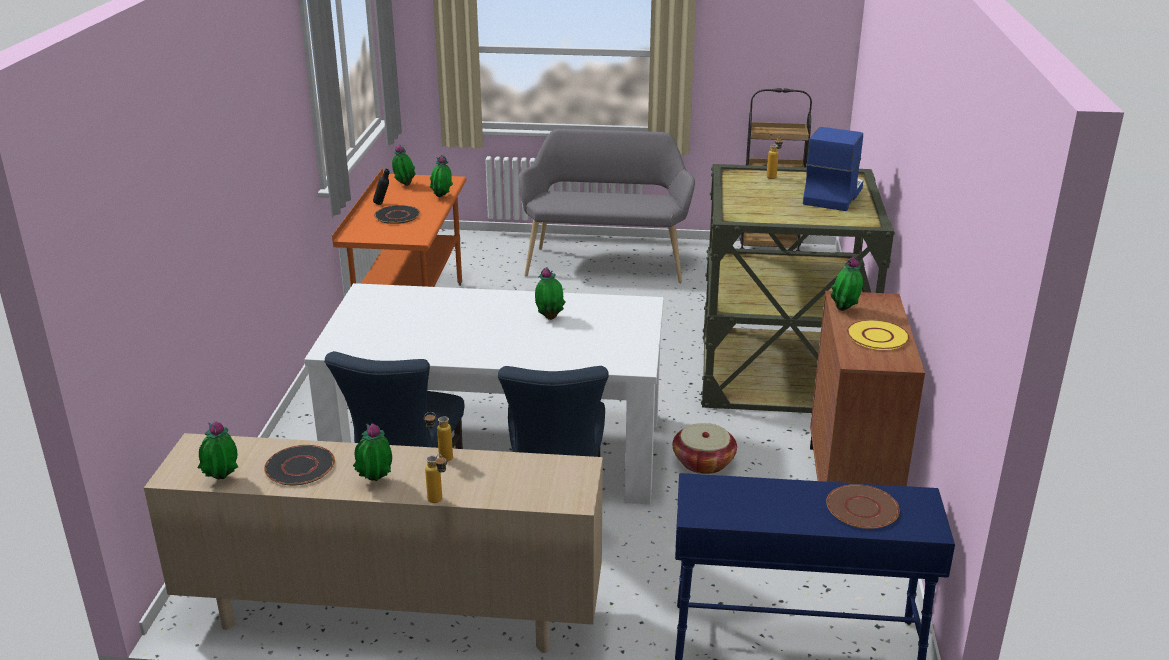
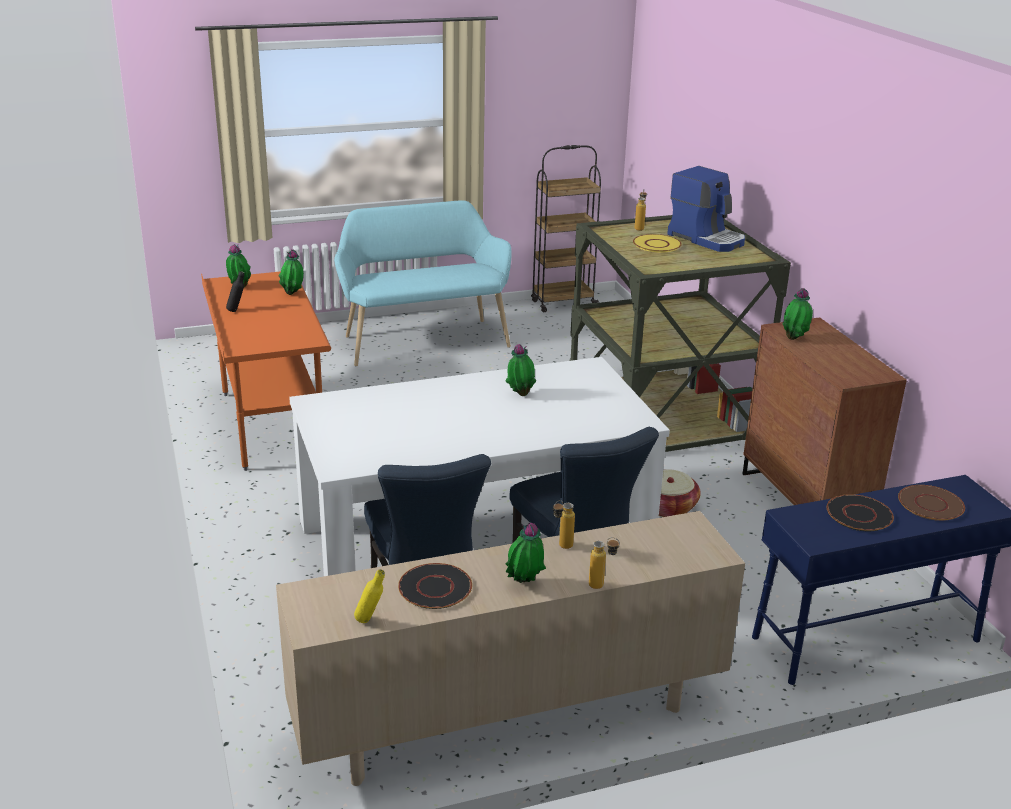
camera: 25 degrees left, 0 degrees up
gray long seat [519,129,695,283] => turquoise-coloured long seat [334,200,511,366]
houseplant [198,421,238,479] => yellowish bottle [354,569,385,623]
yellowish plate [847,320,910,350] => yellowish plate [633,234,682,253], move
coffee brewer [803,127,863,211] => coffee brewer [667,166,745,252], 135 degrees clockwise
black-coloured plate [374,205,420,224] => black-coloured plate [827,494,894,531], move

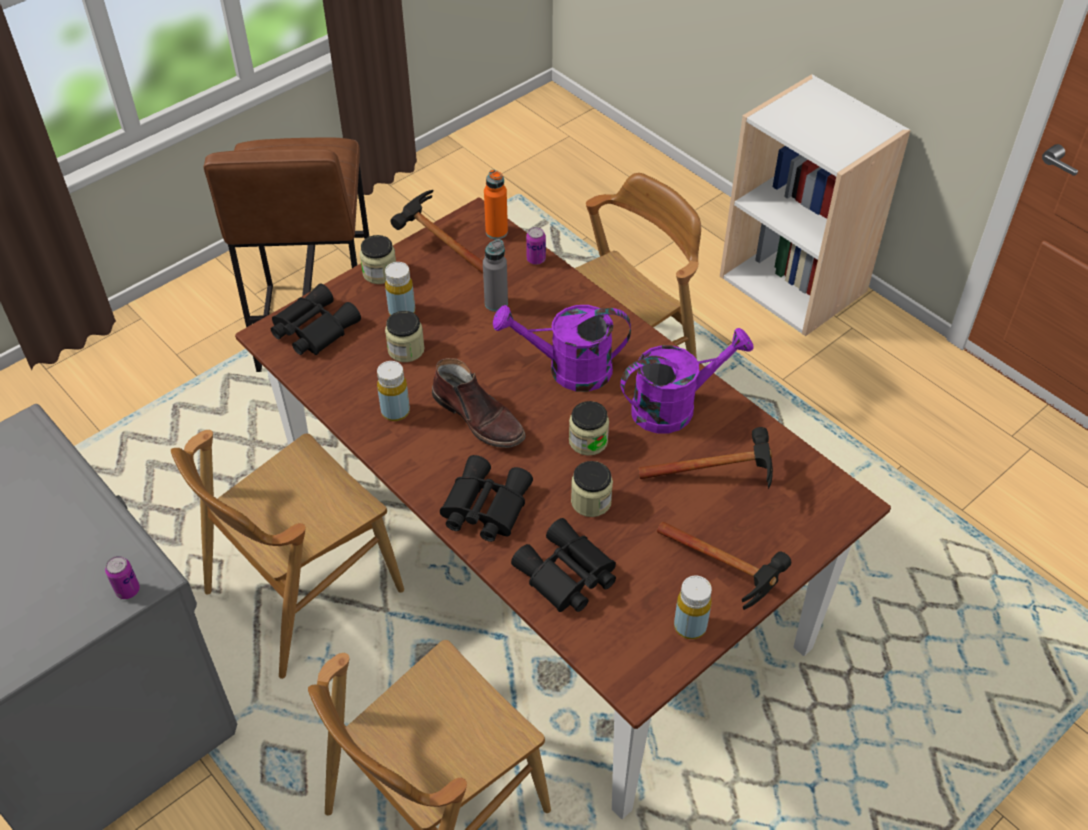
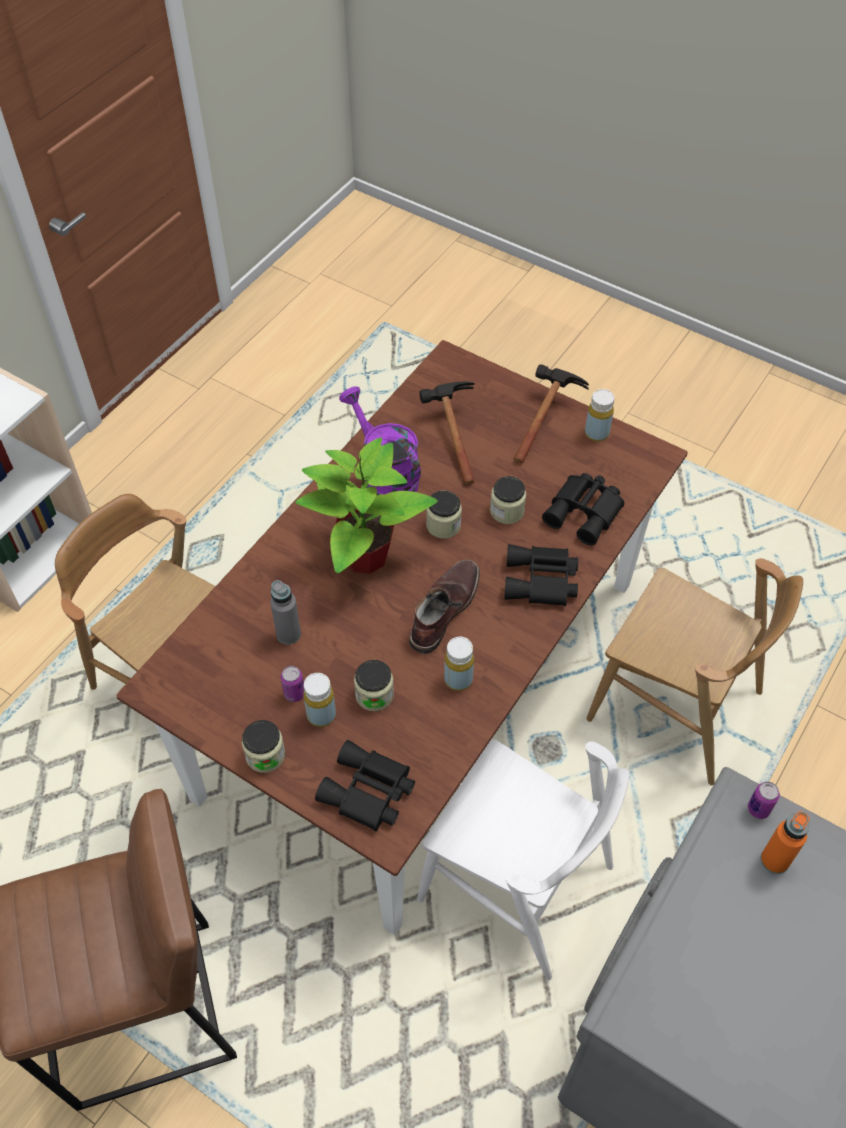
camera: 105 degrees left, 5 degrees up
can [526,227,546,265] => can [281,666,304,702], move
purple-coloured sprinkling can [493,305,631,392] => houseplant [295,437,438,574]
brown upright chair [171,430,404,679] => white upright chair [417,739,630,980]
orangey bottle [484,169,508,239] => orangey bottle [761,811,810,874], move
hammer [391,190,483,274] => nothing

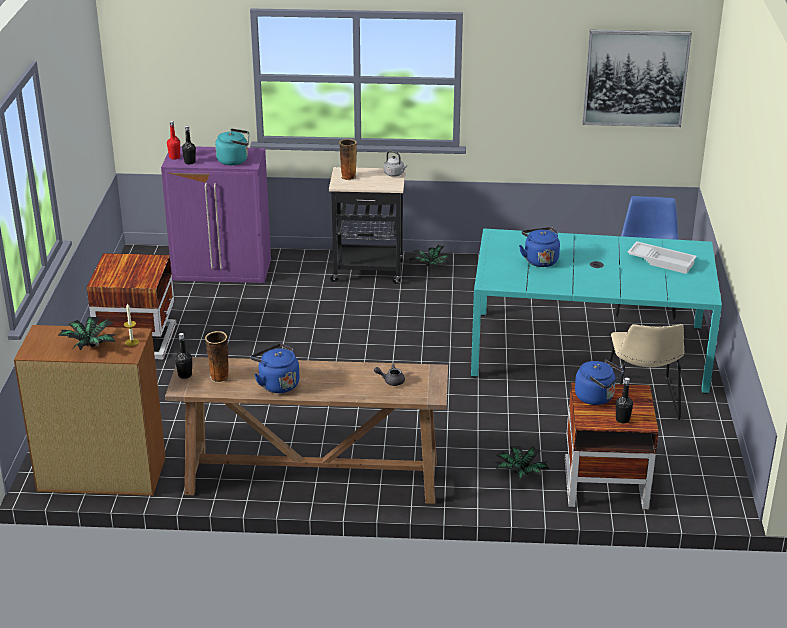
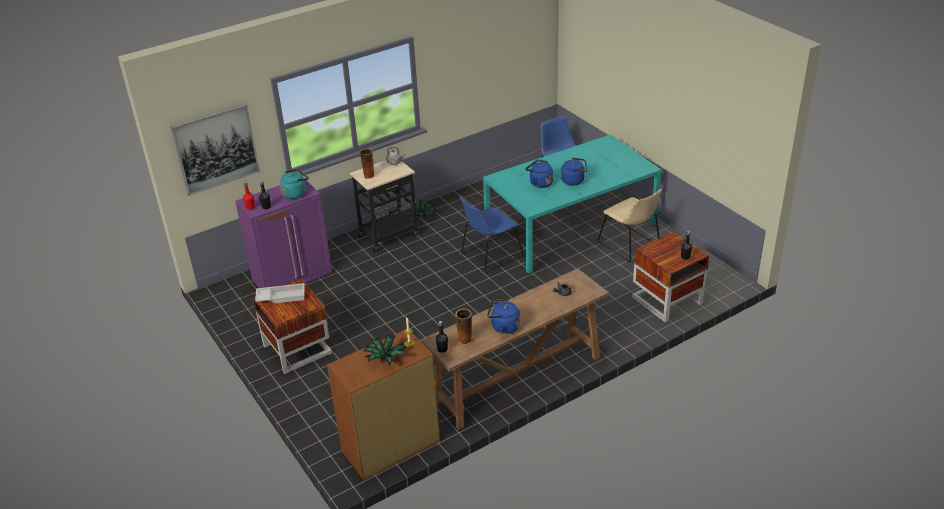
camera: 35 degrees left, 5 degrees up
wall picture [582,30,692,127] => wall picture [170,103,260,196], move
white carrying tray [627,241,697,274] => white carrying tray [255,283,305,303], move
nothing => blue-coloured upright chair [460,196,523,273]
blue-coloured water kettle [575,359,624,405] => blue-coloured water kettle [561,158,587,186], move
houseplant [494,446,550,481] => nothing

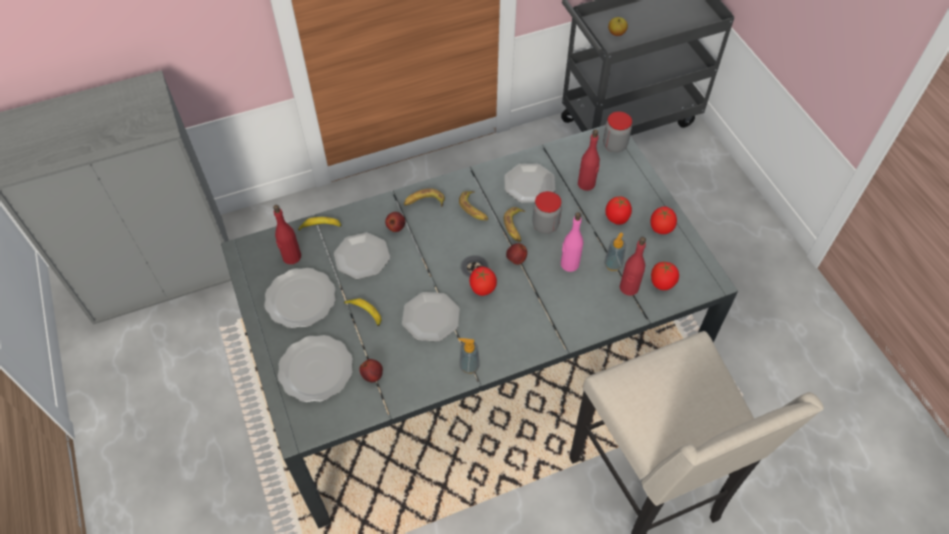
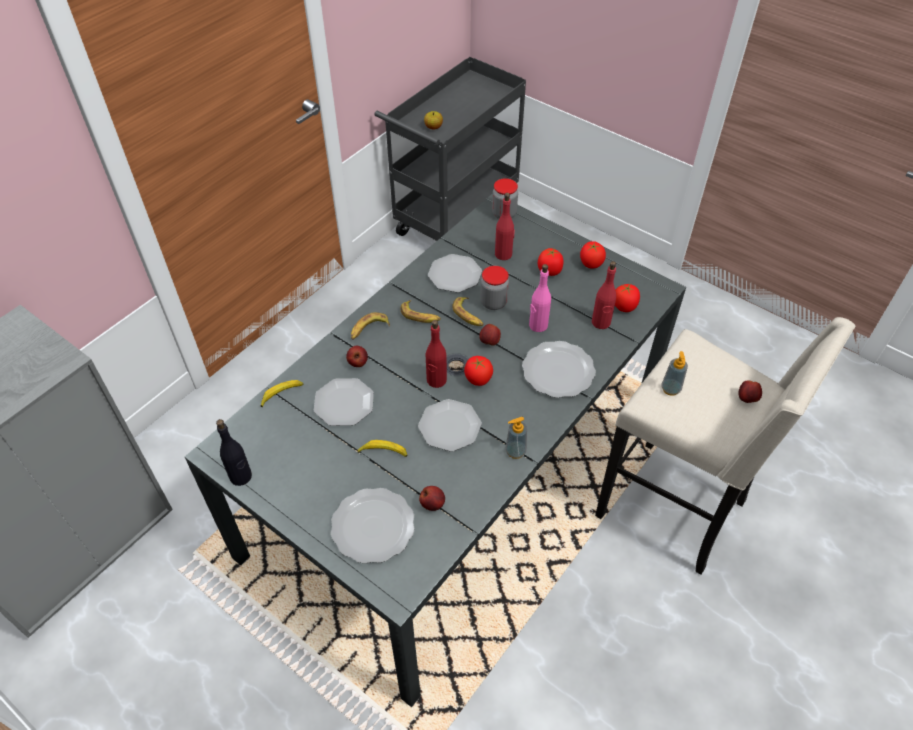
camera: 30 degrees left, 5 degrees down
nothing => black-coloured bottle [216,419,252,486]
reddish bottle [273,205,301,264] => reddish bottle [426,320,447,388], move
plate [264,268,336,328] => plate [522,341,596,398], move
liquid soap bottle [604,233,626,271] => liquid soap bottle [661,351,688,396], move
nothing => whole apple [738,380,762,403]

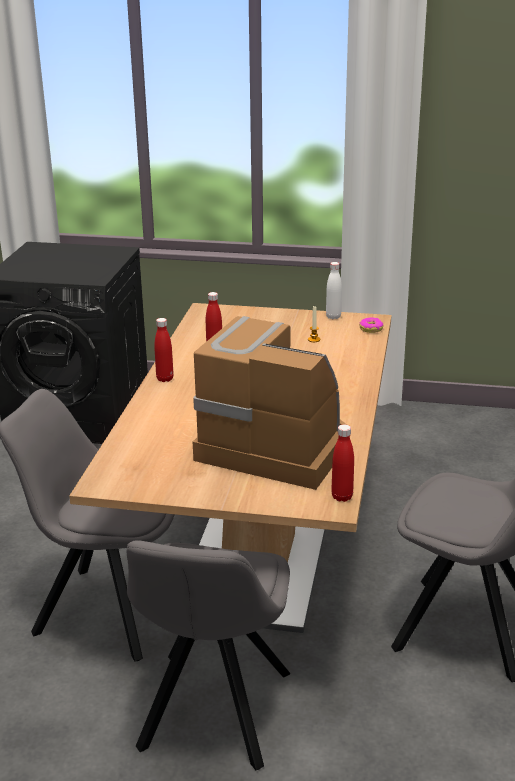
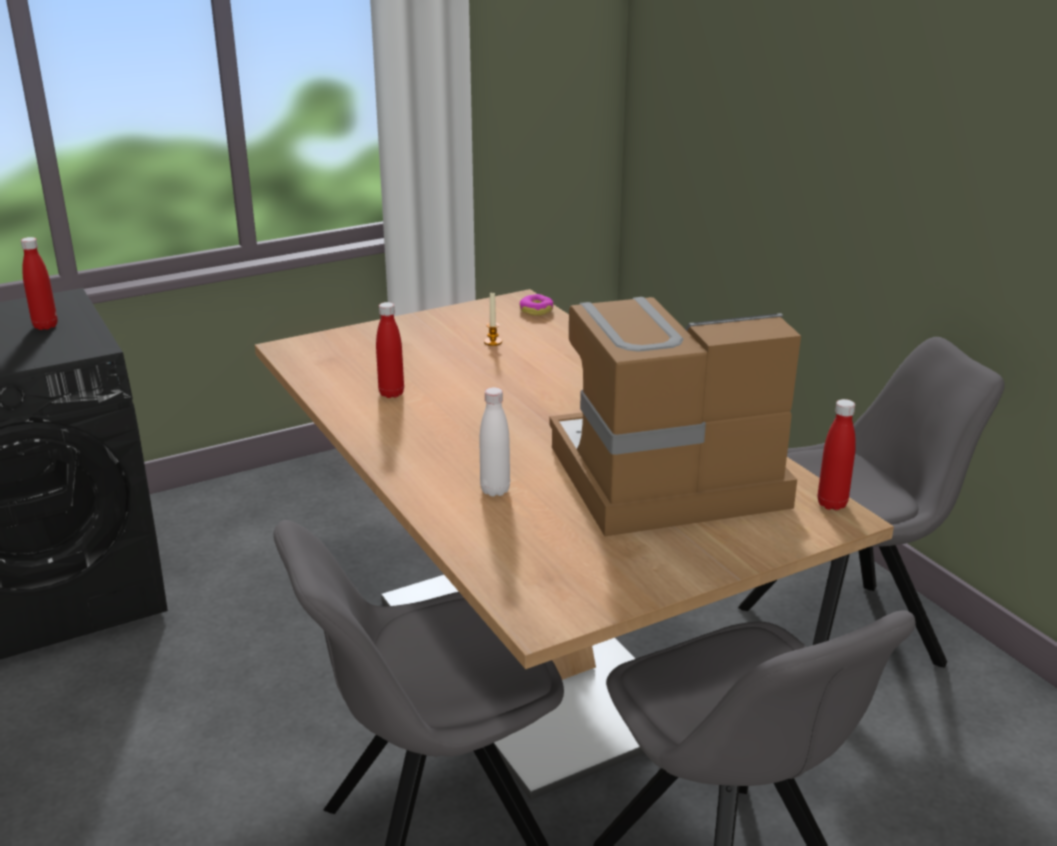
camera: 40 degrees left, 0 degrees up
reddish bottle [154,318,174,382] => reddish bottle [21,237,58,330], move
white bottle [326,262,342,319] => white bottle [479,387,510,496], move

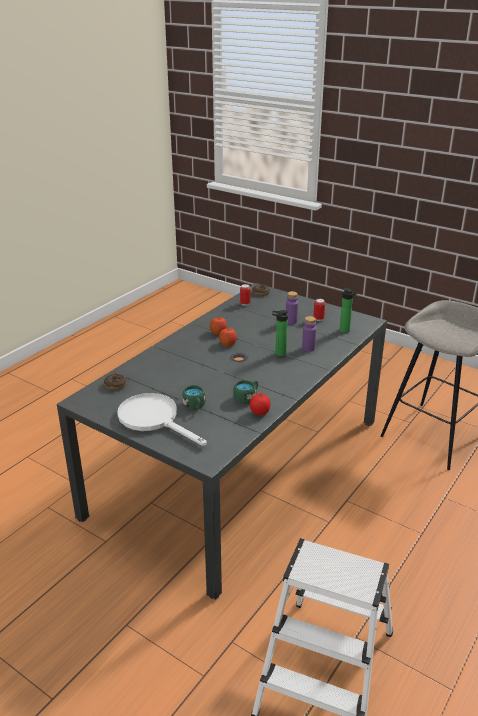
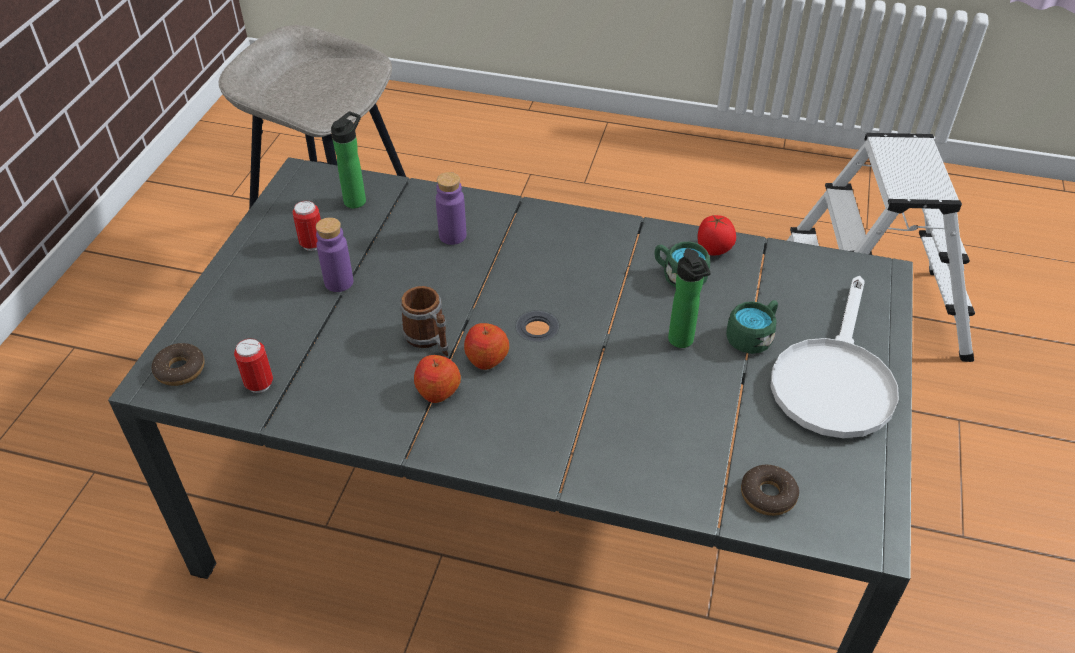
camera: 110 degrees left, 15 degrees up
nothing => coffee mug [400,286,448,356]
bottle [272,310,288,356] => bottle [668,248,711,348], move

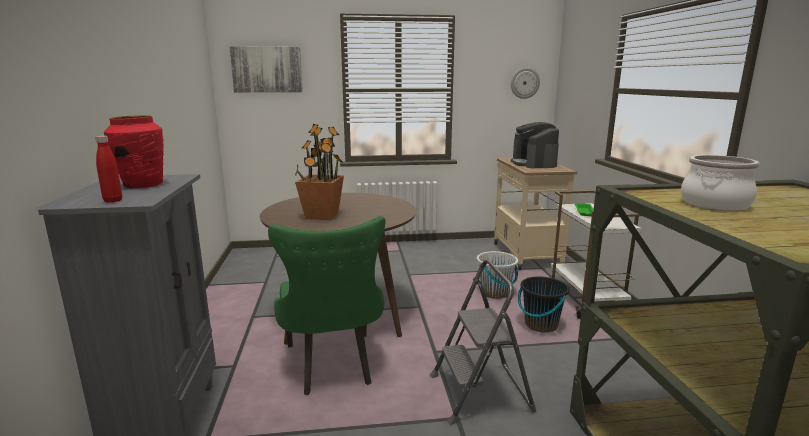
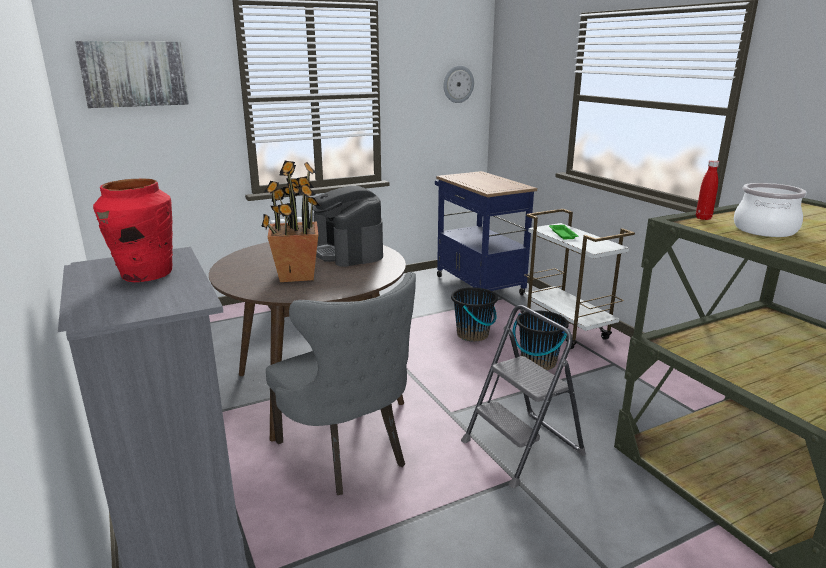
camera: 20 degrees left, 5 degrees up
green-coloured upright chair [268,216,386,395] => gray upright chair [266,272,416,495]
coffee brewer [511,122,559,168] => coffee brewer [313,186,383,267], move
sand-coloured wheeled cart [494,158,577,270] => blue-coloured wheeled cart [435,171,537,296]
white water bucket [477,251,518,299] => black-coloured water bucket [451,288,498,342]
reddish bottle [95,136,122,203] => reddish bottle [696,160,719,220], move

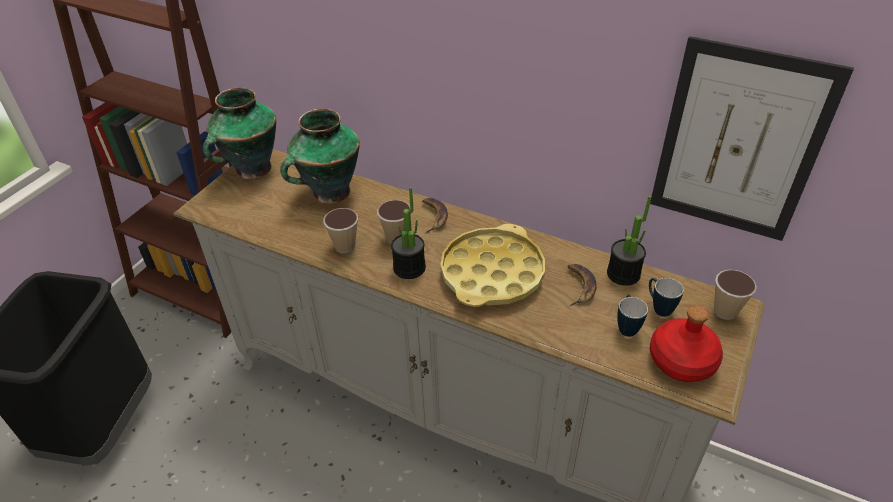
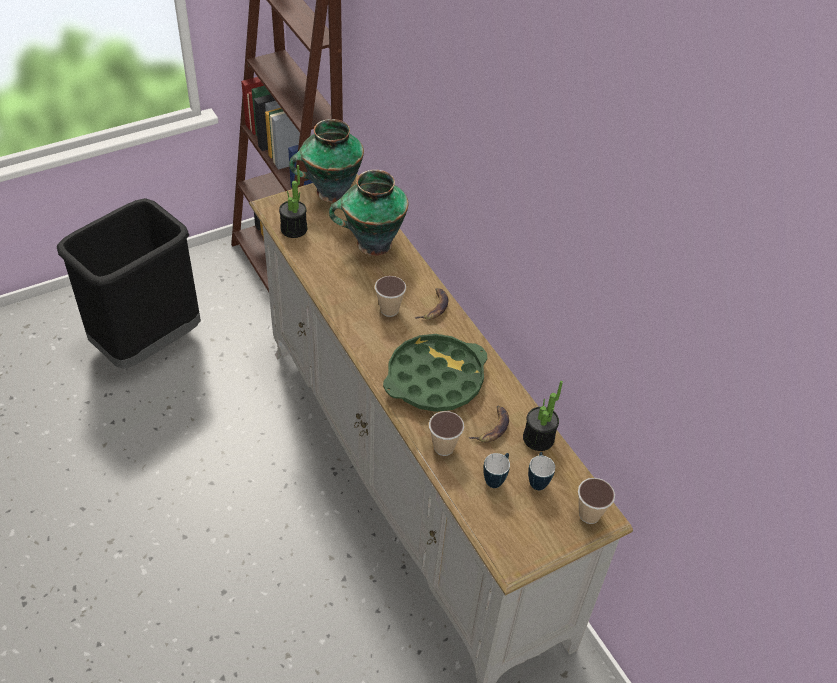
camera: 30 degrees right, 5 degrees up
houseplant [391,187,426,279] => houseplant [279,165,307,238], move
yellowish carrying tray [440,224,545,307] => green-coloured carrying tray [383,334,487,412]
small cup [323,208,358,254] => small cup [429,411,464,456], move
wall picture [650,36,854,241] => nothing
reddish bottle [650,305,723,382] => nothing

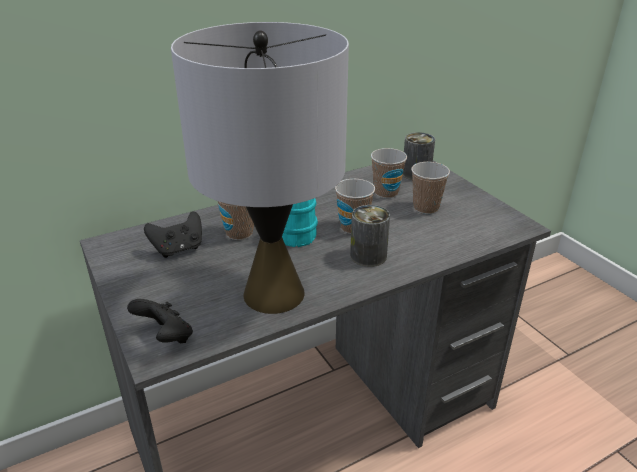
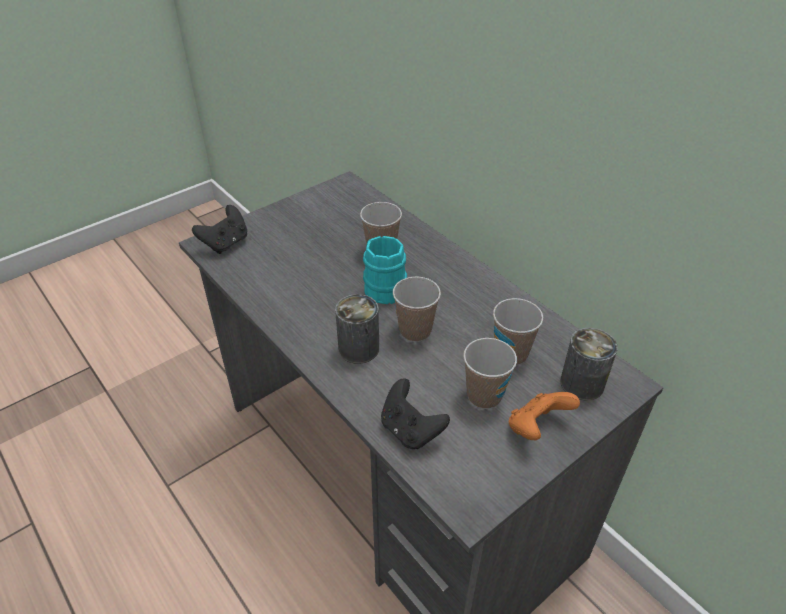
camera: 80 degrees right, 10 degrees up
black-coloured joypad [144,211,202,258] => black-coloured joypad [381,378,450,449], move
nothing => orangey joypad [509,392,580,440]
gray tabletop lamp [171,22,349,314] => nothing

